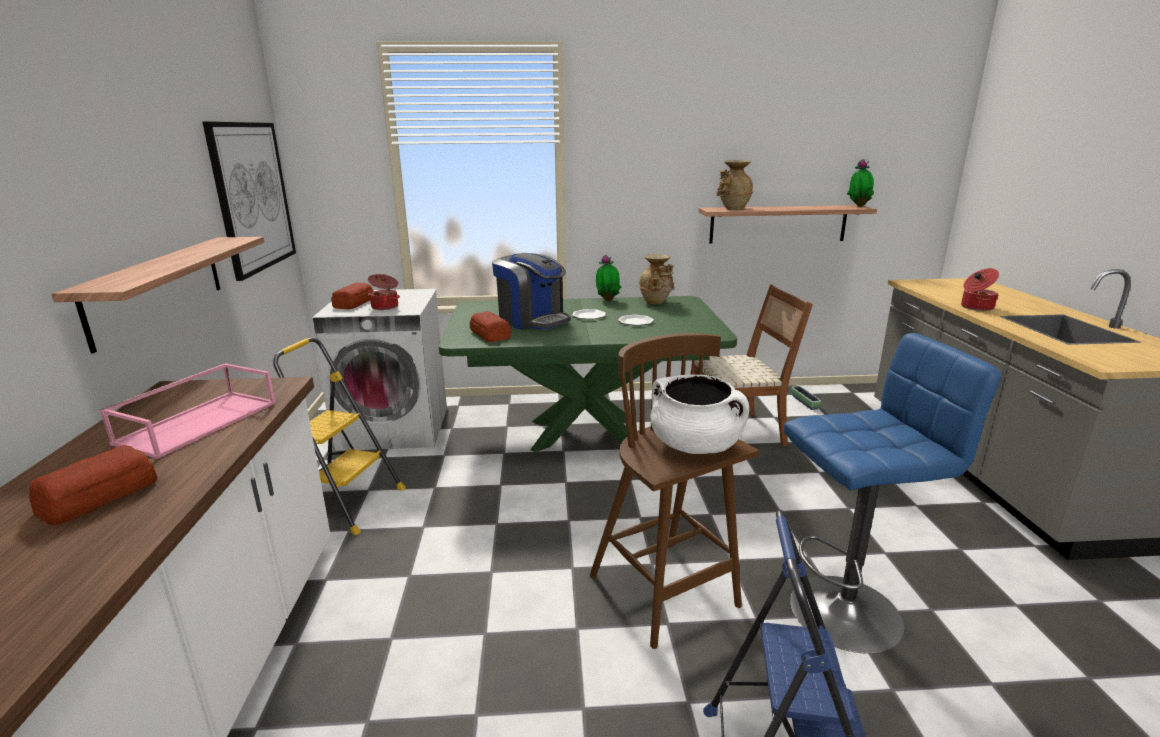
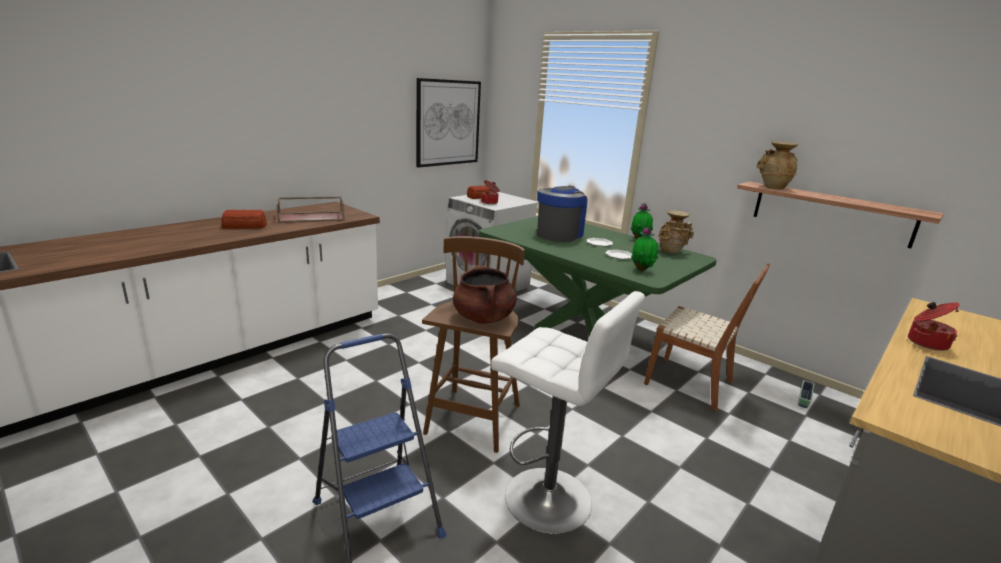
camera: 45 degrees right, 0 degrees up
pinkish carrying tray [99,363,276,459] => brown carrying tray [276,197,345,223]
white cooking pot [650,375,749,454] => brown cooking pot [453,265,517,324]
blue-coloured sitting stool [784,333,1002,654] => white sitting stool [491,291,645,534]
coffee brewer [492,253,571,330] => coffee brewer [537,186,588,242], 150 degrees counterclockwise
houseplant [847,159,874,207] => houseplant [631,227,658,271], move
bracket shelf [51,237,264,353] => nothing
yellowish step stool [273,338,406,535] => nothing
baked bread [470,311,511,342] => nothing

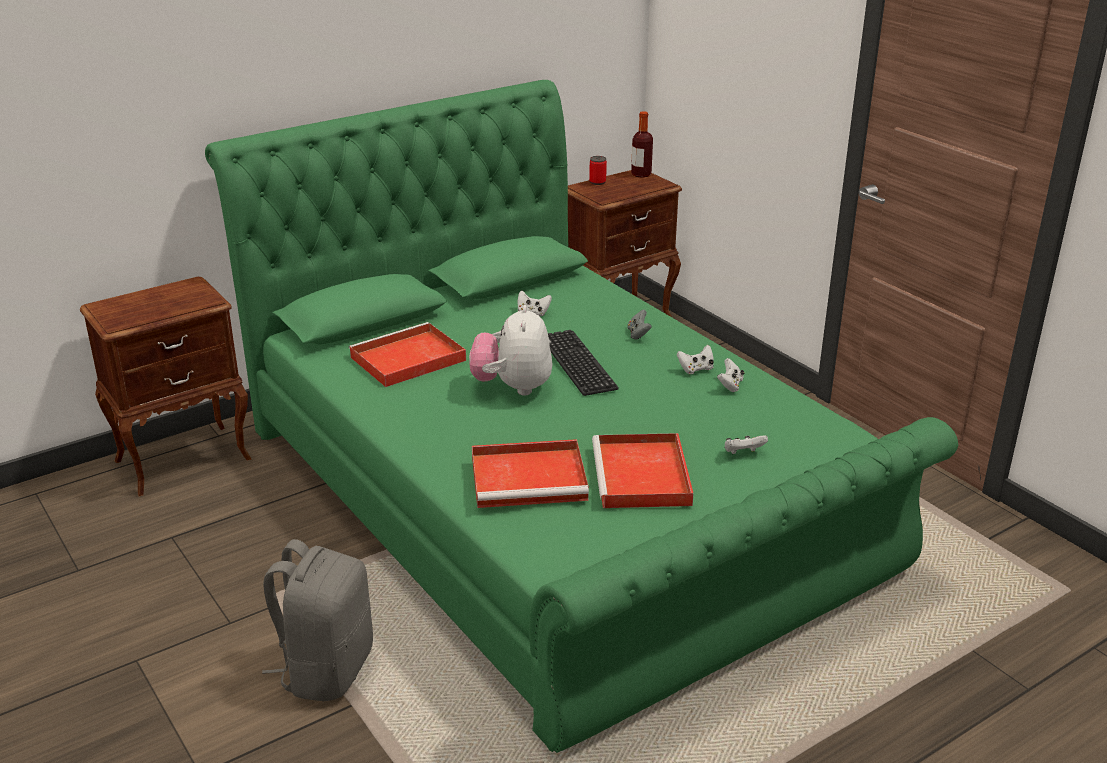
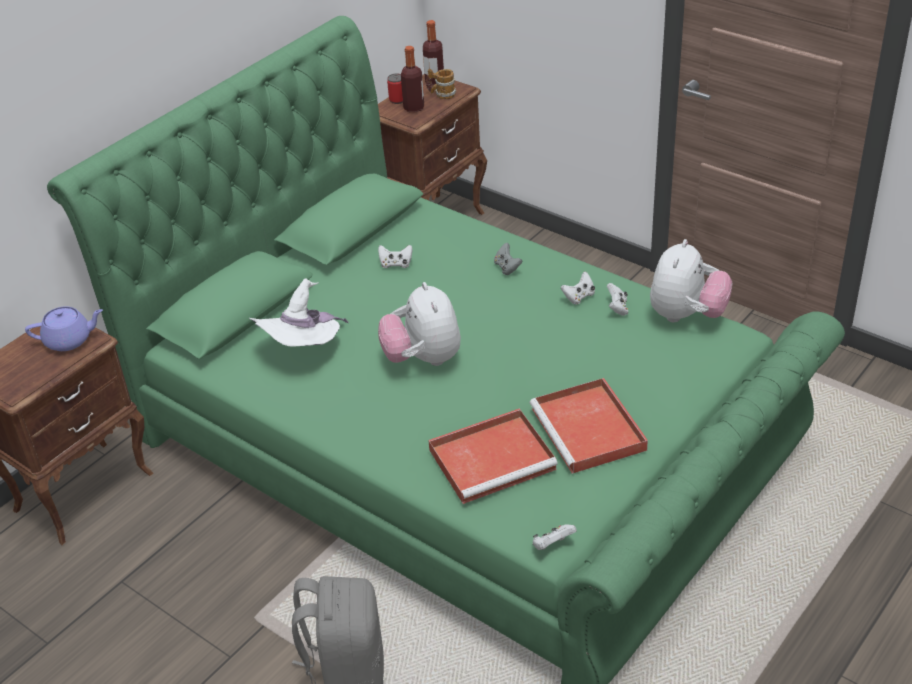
camera: 15 degrees left, 10 degrees up
nothing => purple-coloured pot for tea [25,306,103,351]
reddish carrying tray [349,322,466,387] => white clothing hat [249,278,348,346]
nothing => bottle [401,46,424,112]
nothing => coffee mug [426,69,456,99]
white joypad [724,435,768,454] => white joypad [533,524,577,550], move
nothing => plush toy [650,239,732,322]
computer keyboard [548,330,619,396] => nothing

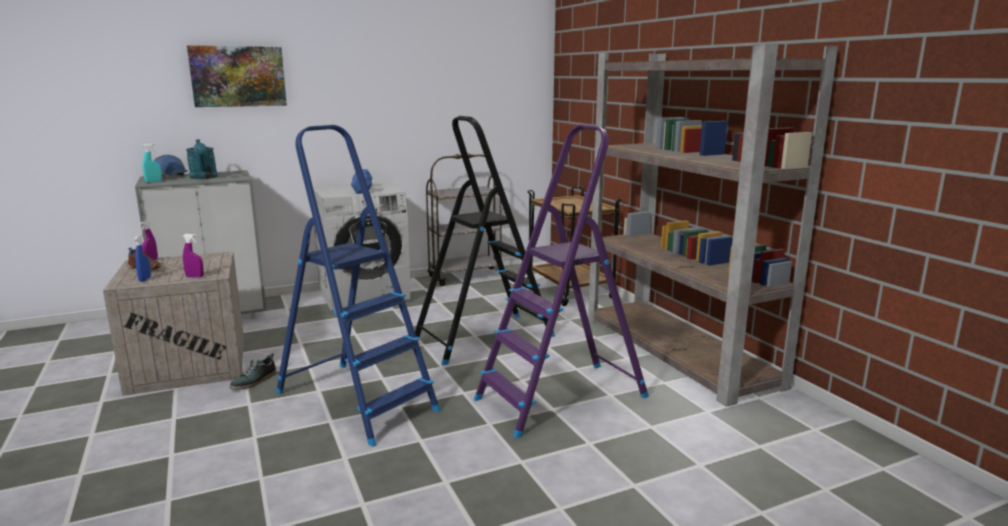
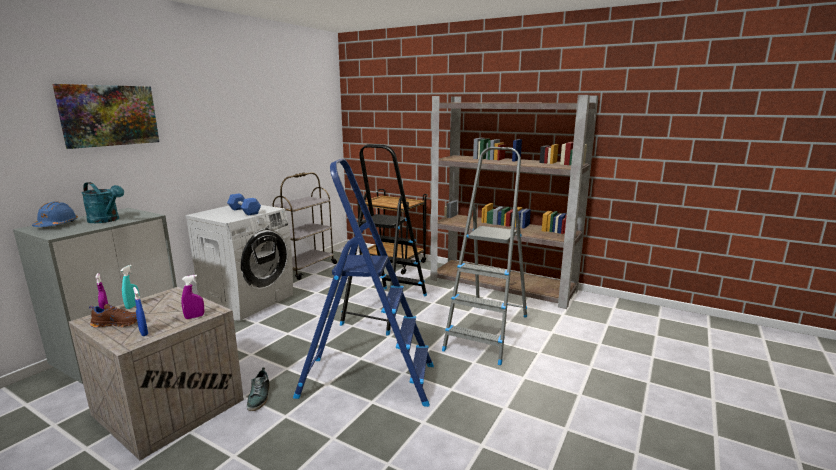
camera: 35 degrees left, 0 degrees up
turquoise-coloured spray bottle [142,143,162,183] => turquoise-coloured spray bottle [121,265,140,309], move
purple-coloured step stool [474,124,649,438] => gray step stool [442,147,527,365]

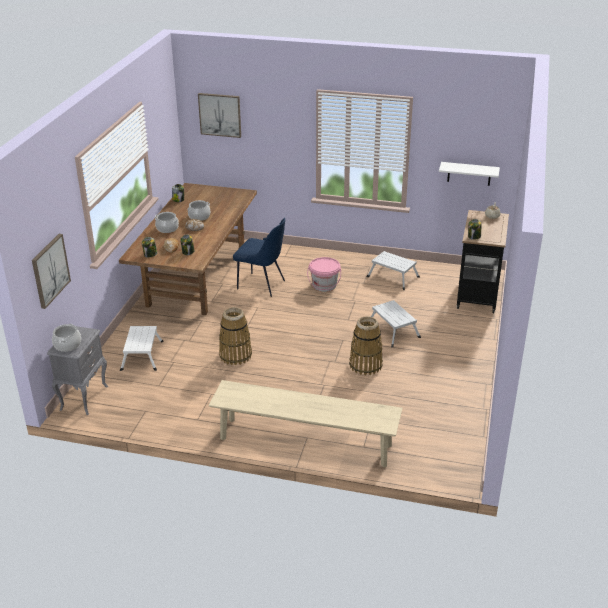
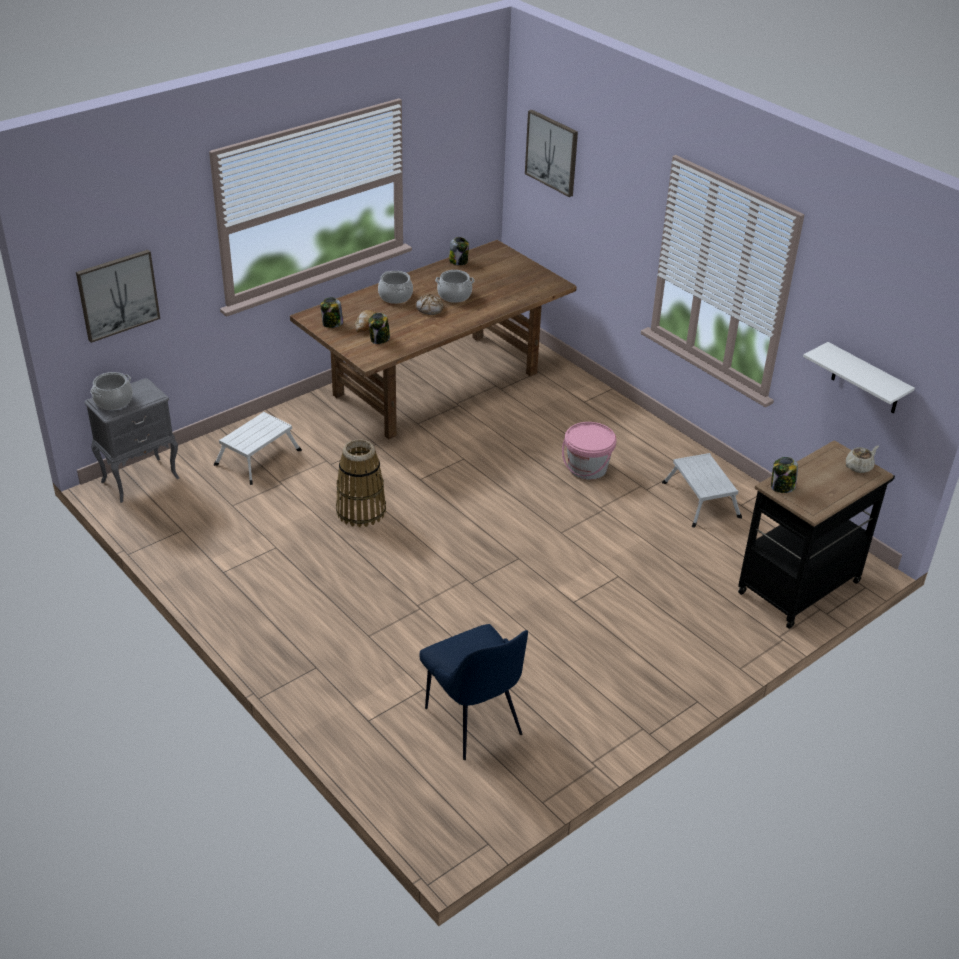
camera: 35 degrees right, 5 degrees up
blue-coloured upright chair [233,218,285,297] => blue-coloured upright chair [420,624,528,760], move
sand-coloured long seat [209,380,403,468] => nothing
basket [349,316,383,375] => nothing
white step stool [371,300,421,347] => nothing

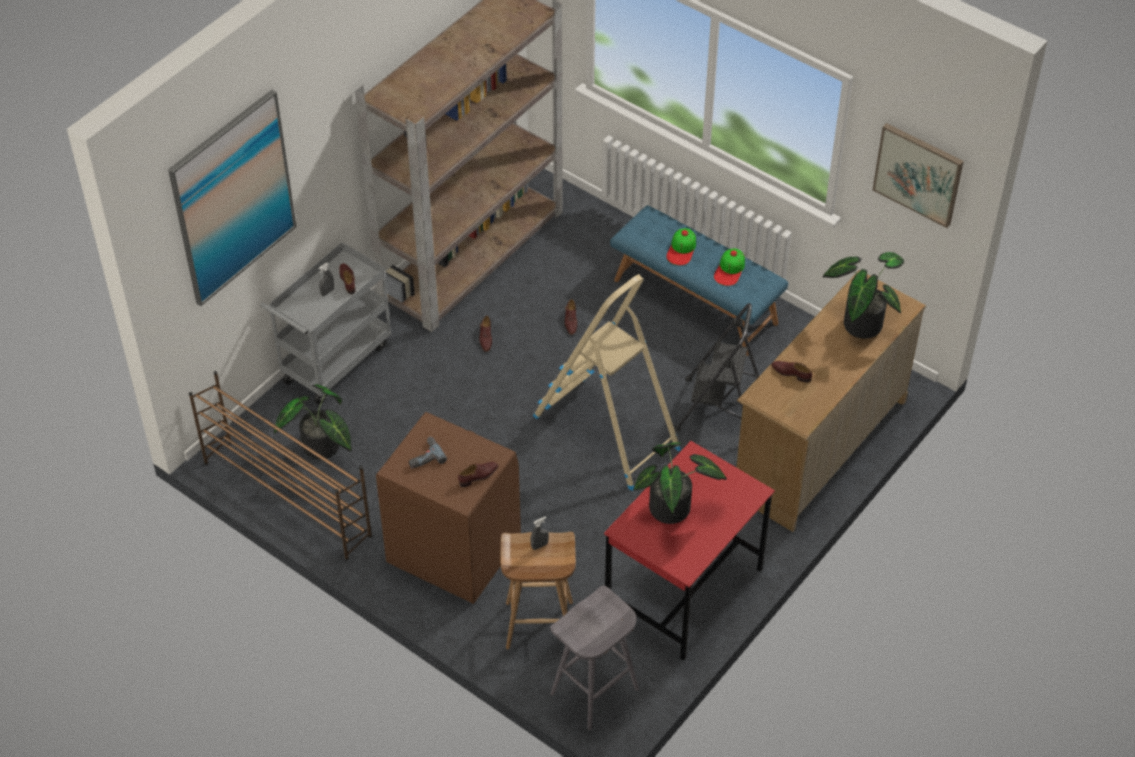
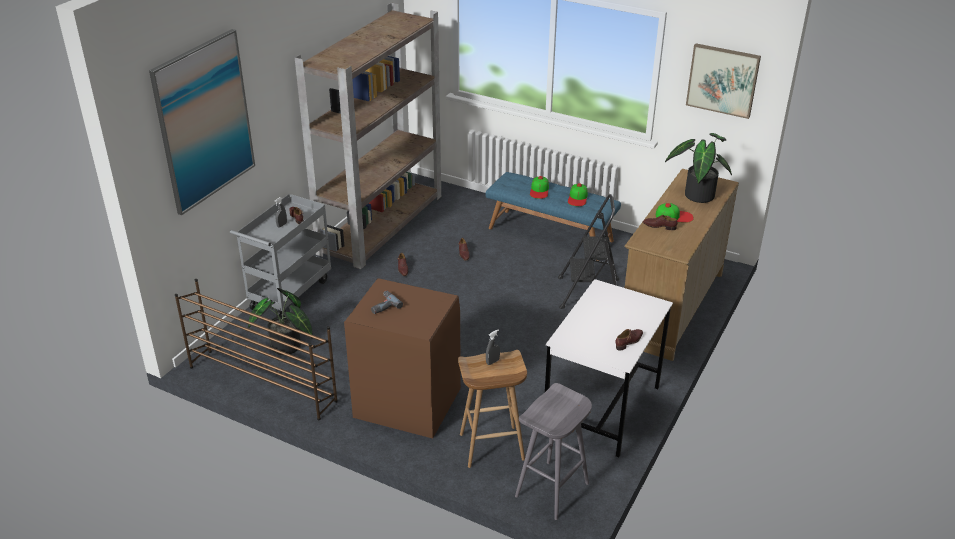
camera: 10 degrees left, 15 degrees down
reddish desk table [604,441,775,661] => white desk table [545,279,673,457]
brown shoe [458,462,498,487] => brown shoe [615,329,643,351], move
nothing => peaked cap [656,203,694,223]
sand-coloured step stool [533,274,681,491] => nothing
houseplant [633,442,727,524] => nothing

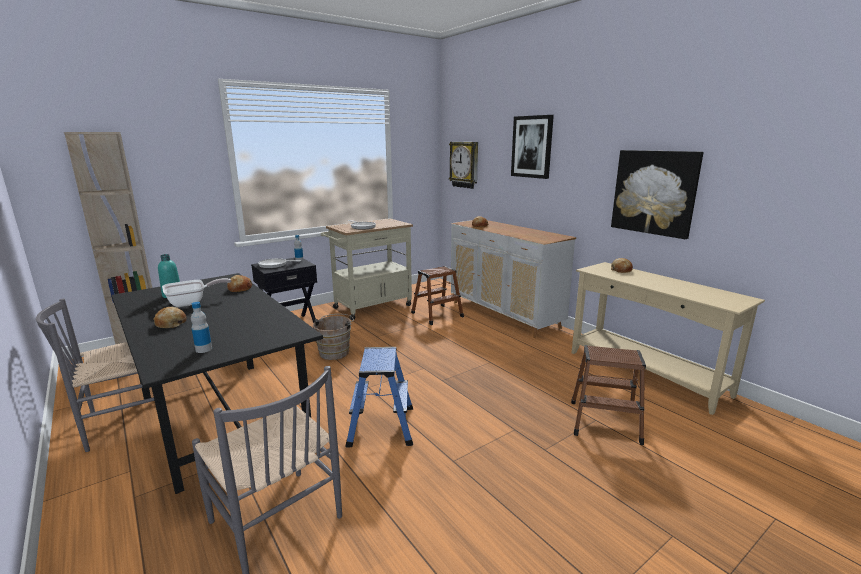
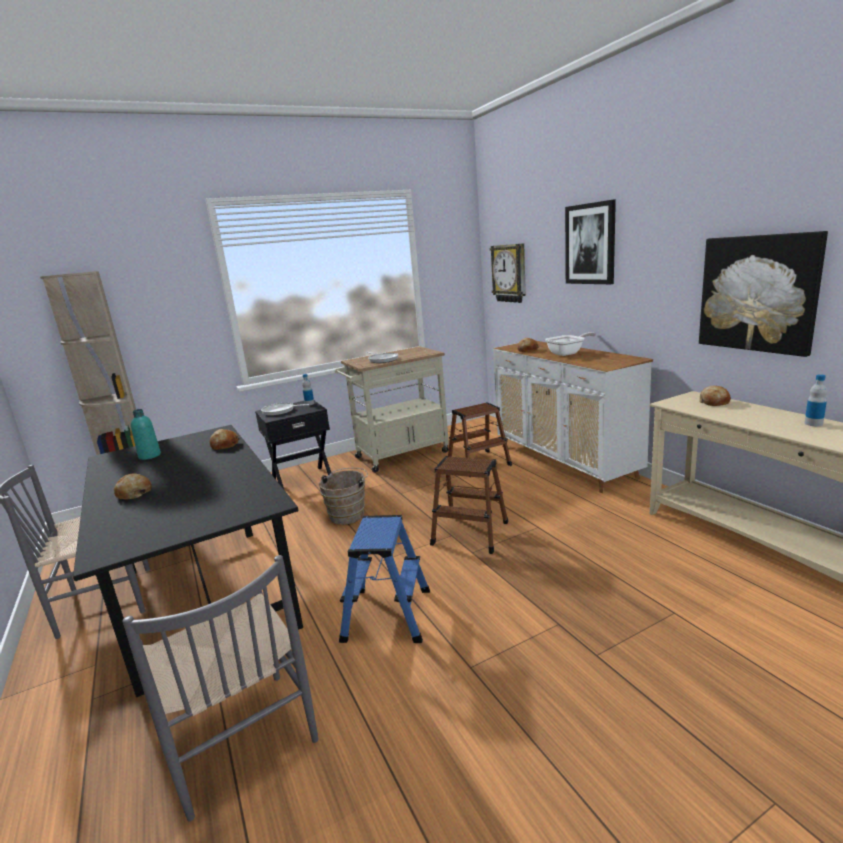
camera: 10 degrees right, 0 degrees up
brown step stool [571,345,646,445] => brown step stool [430,456,508,554], move
skillet [162,278,232,307] => skillet [545,332,596,356], move
bottle [191,302,212,353] => bottle [805,375,827,426], move

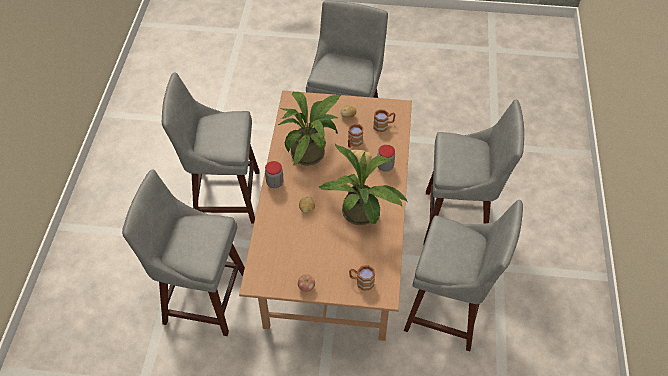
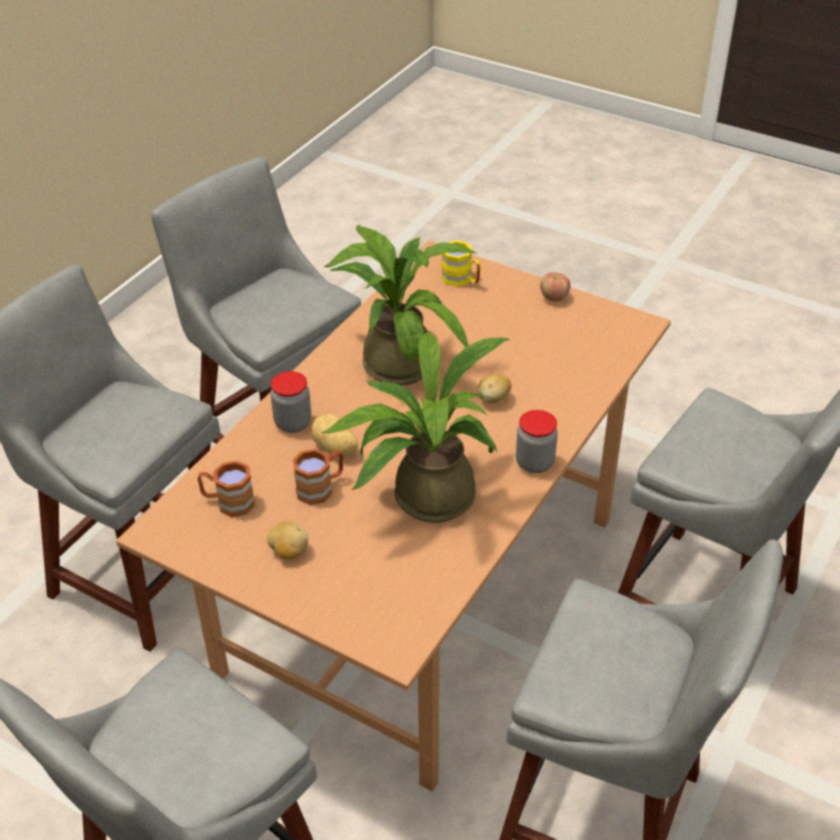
camera: 155 degrees left, 10 degrees down
brown coffee mug [349,265,375,291] => yellowish coffee mug [441,240,481,287]

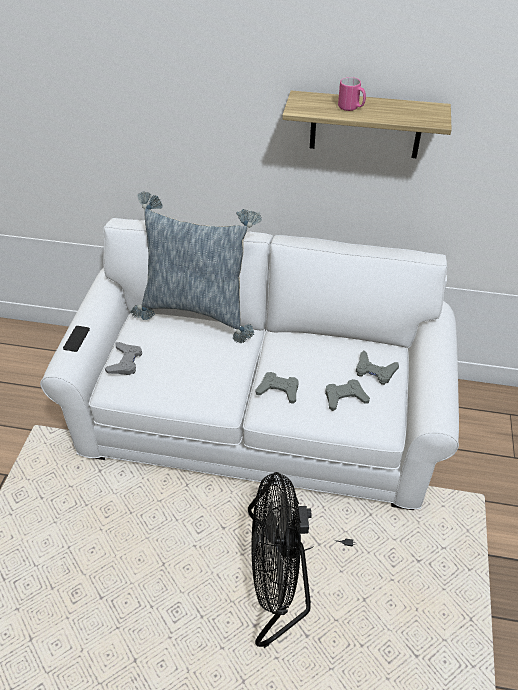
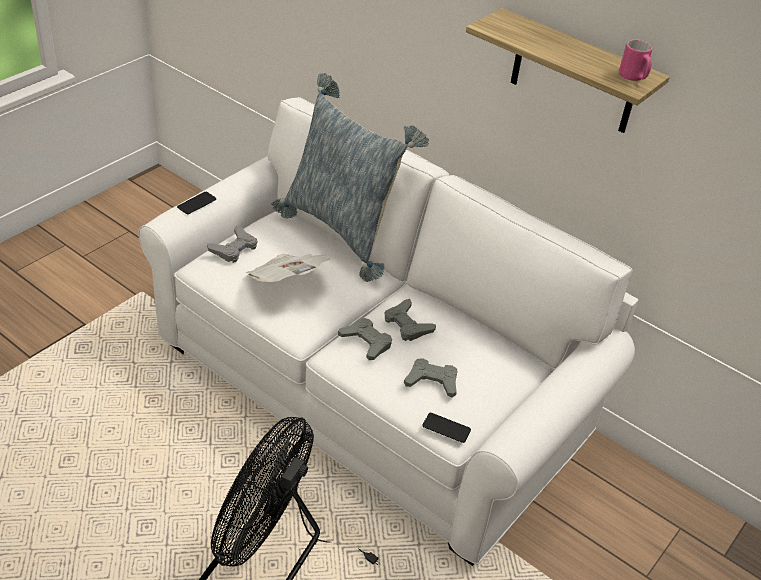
camera: 25 degrees right, 5 degrees down
nothing => newspaper [246,254,330,282]
gray joypad [356,351,399,385] => gray joypad [385,299,436,341], move
nothing => telephone [423,413,471,443]
pinkish coffee mug [338,77,366,111] => pinkish coffee mug [619,40,652,81], move

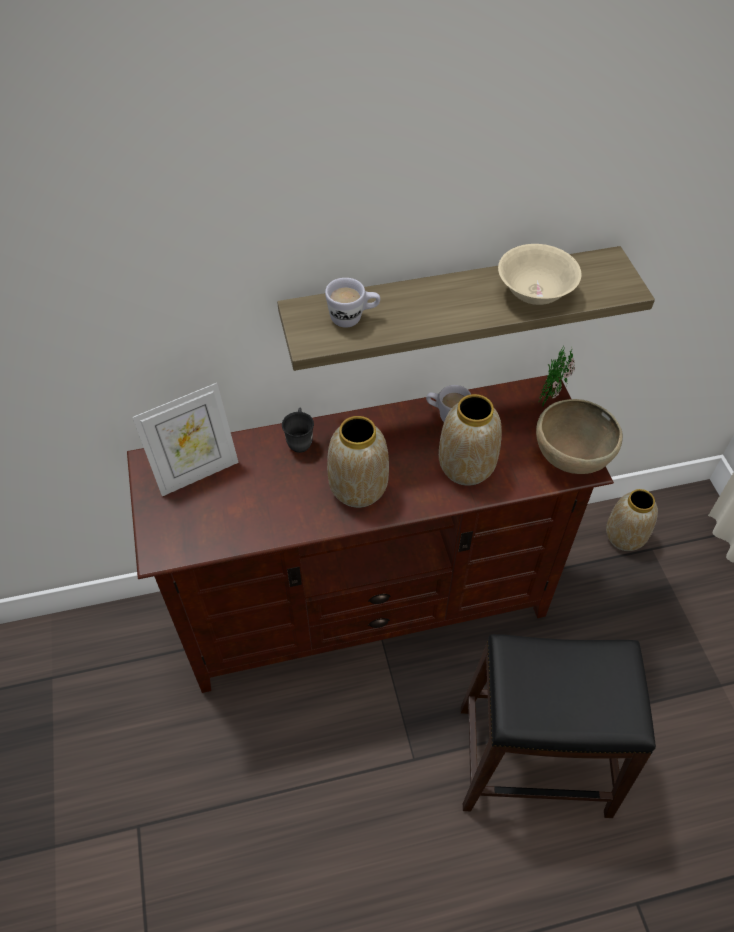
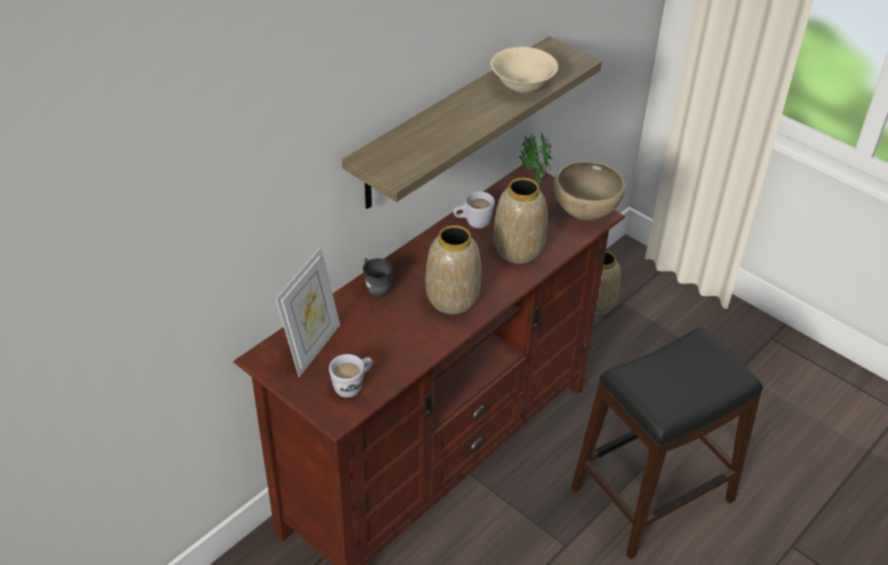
camera: 35 degrees left, 10 degrees down
white coffee mug [325,278,380,328] => white coffee mug [329,354,373,398], move

